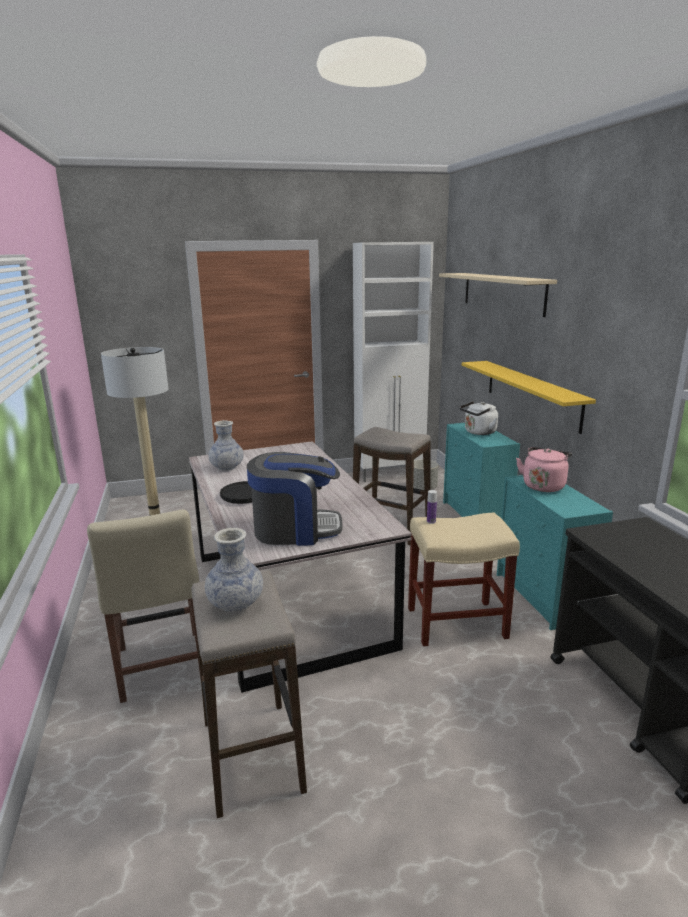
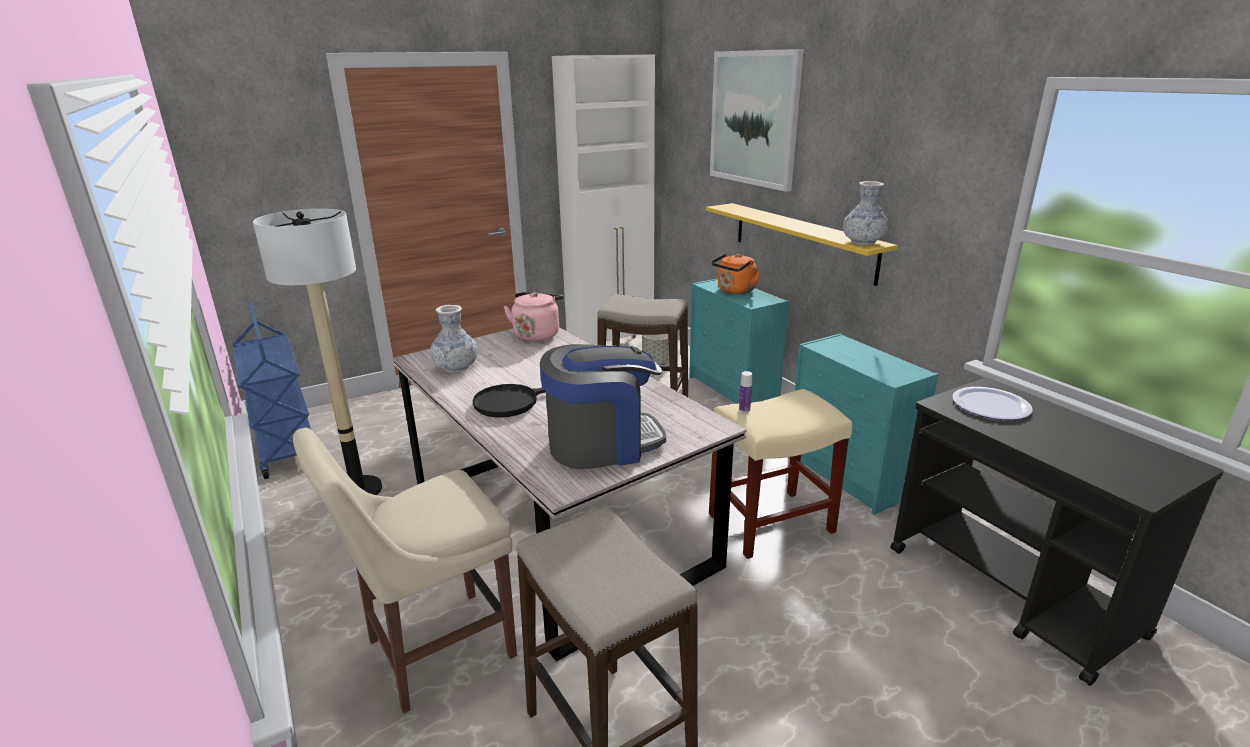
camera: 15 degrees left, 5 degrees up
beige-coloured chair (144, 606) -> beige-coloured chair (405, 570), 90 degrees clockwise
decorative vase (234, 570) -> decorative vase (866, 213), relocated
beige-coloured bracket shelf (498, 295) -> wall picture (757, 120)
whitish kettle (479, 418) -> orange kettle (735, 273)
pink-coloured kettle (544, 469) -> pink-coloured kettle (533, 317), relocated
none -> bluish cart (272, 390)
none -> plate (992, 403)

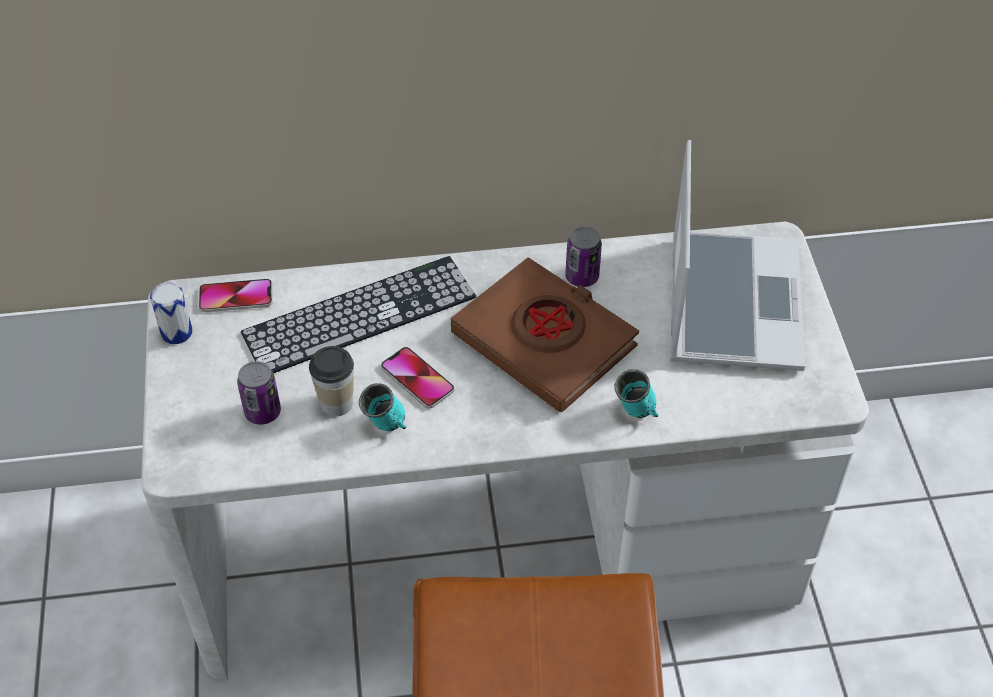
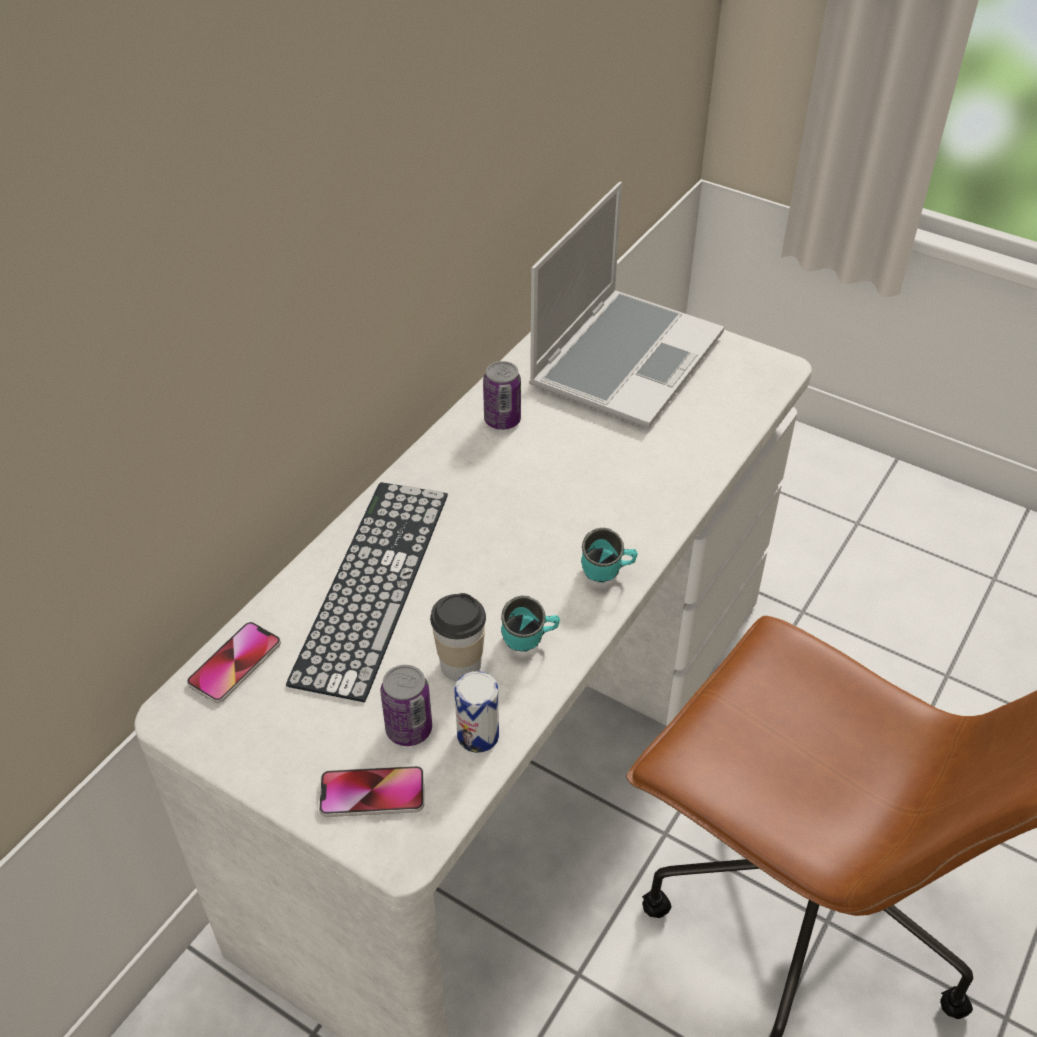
camera: 50 degrees left, 5 degrees down
can (171, 313) -> can (476, 712), relocated
handset (417, 377) -> handset (371, 791), relocated
brown book (545, 335) -> none
turquoise coffee mug (636, 393) -> turquoise coffee mug (609, 555), relocated
notebook computer (737, 255) -> notebook computer (626, 305), 75 degrees clockwise

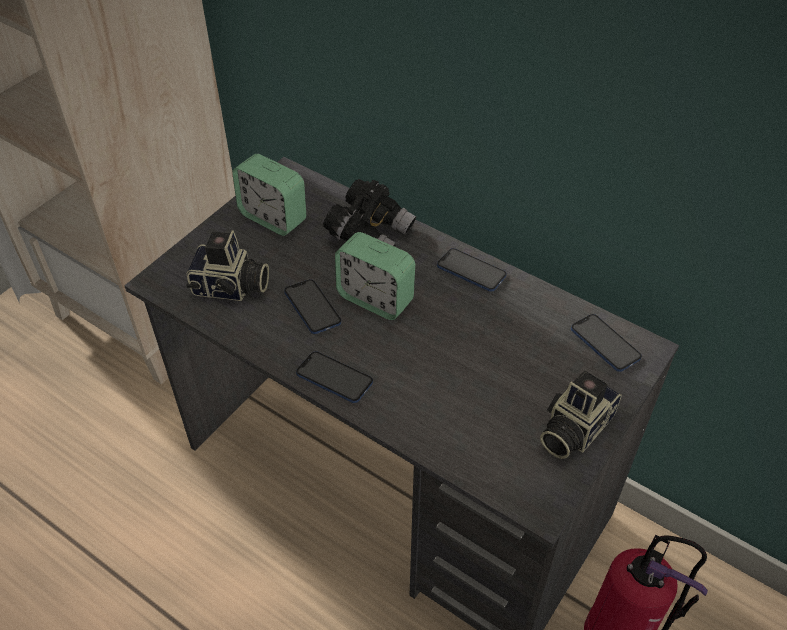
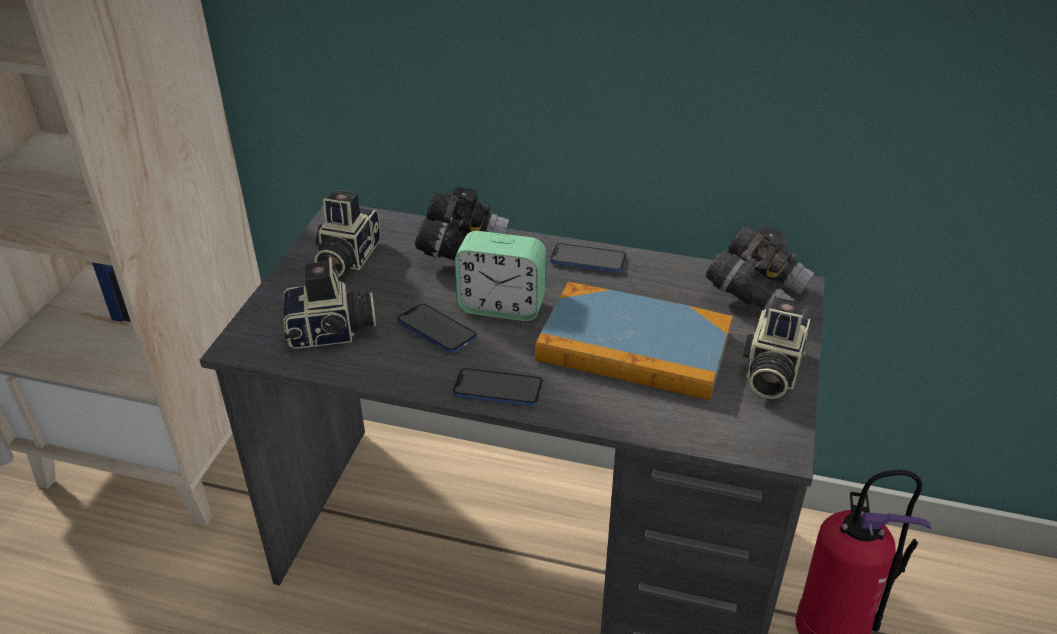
camera: 20 degrees left, 10 degrees down
table clock (269, 195) -> photo camera (347, 233)
handset (606, 343) -> gray binoculars (760, 268)
none -> book (634, 341)

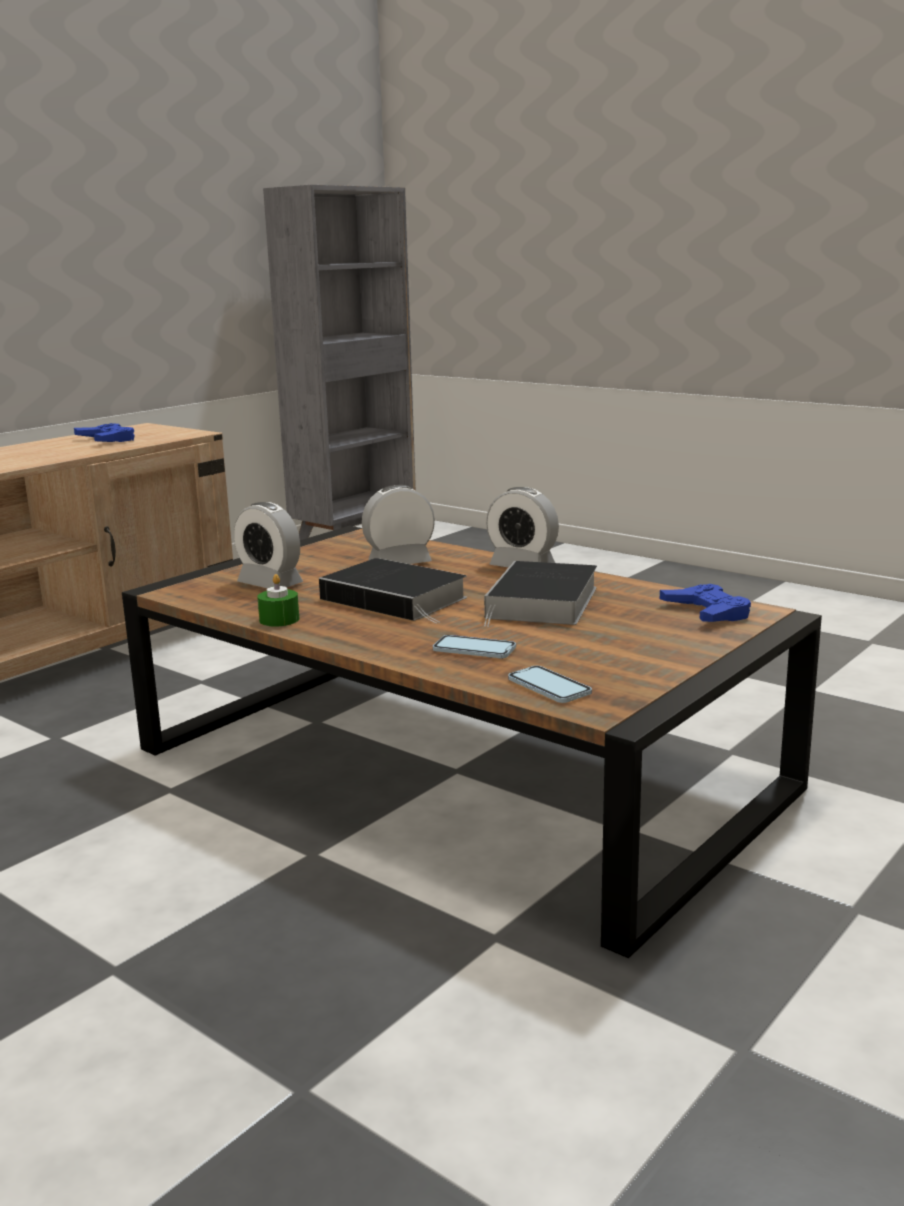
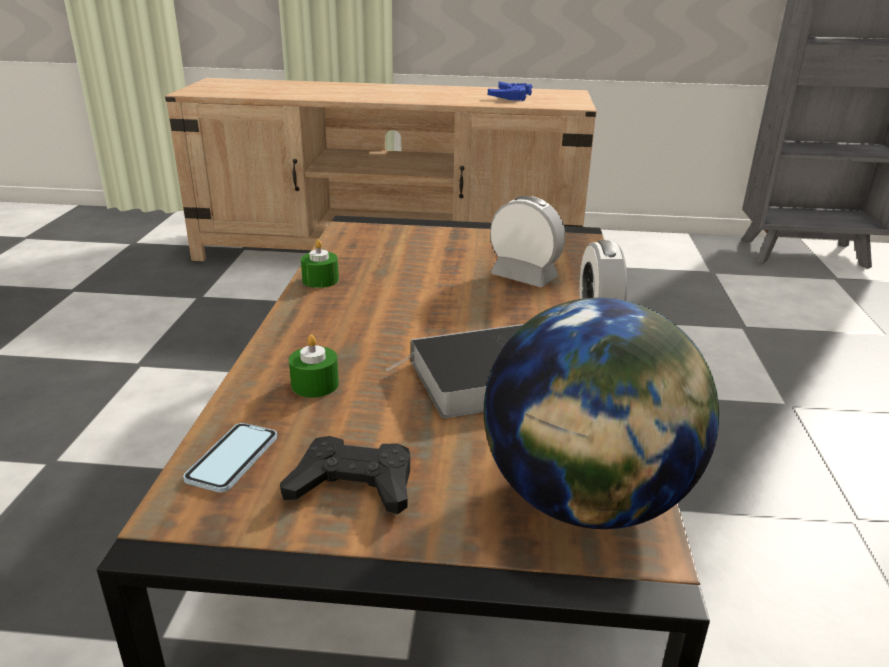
camera: 55 degrees right, 10 degrees up
table clock (268, 545) -> none
book (393, 590) -> none
handset (474, 647) -> green-coloured wax light (314, 366)
bluish joypad (705, 603) -> desk globe (601, 413)
none -> black joypad (345, 475)

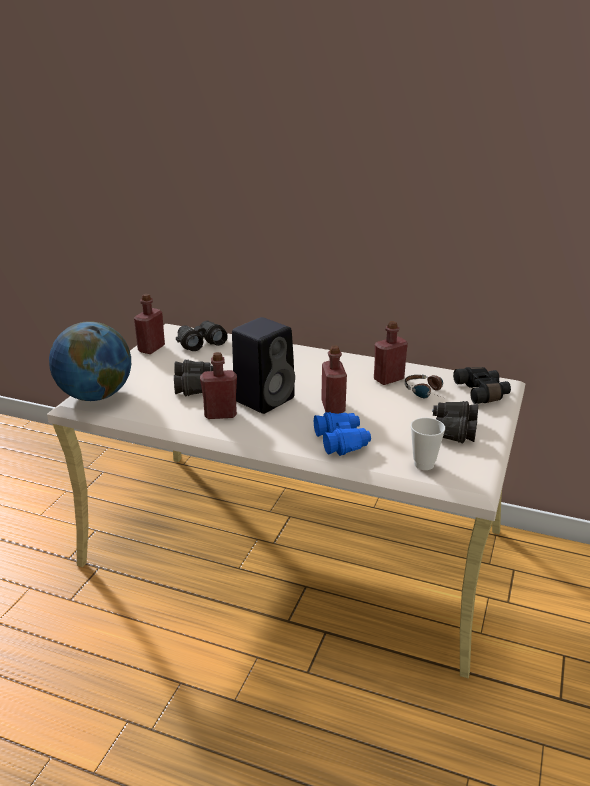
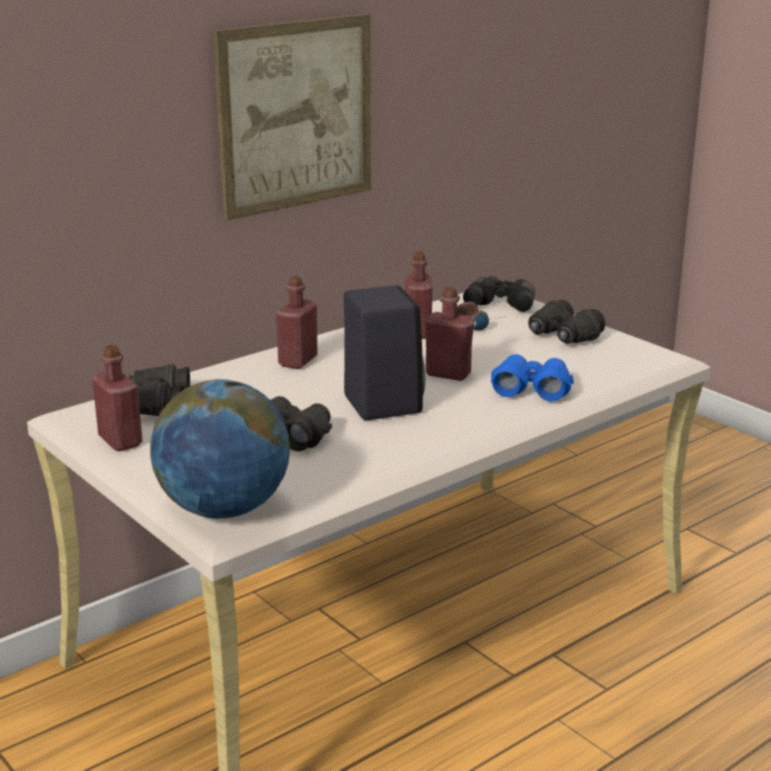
camera: 60 degrees left, 5 degrees down
red-coloured bottle (218, 385) -> red-coloured bottle (297, 322), relocated
drinking cup (428, 444) -> none
none -> wall picture (292, 117)

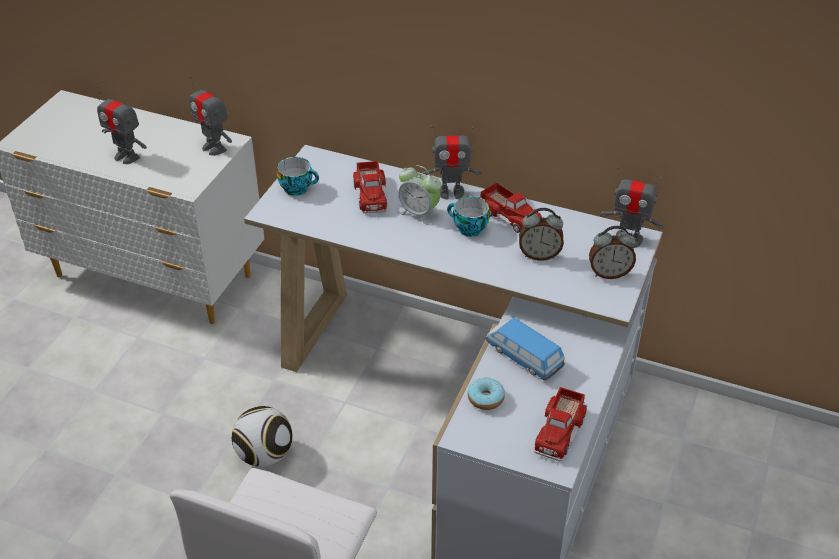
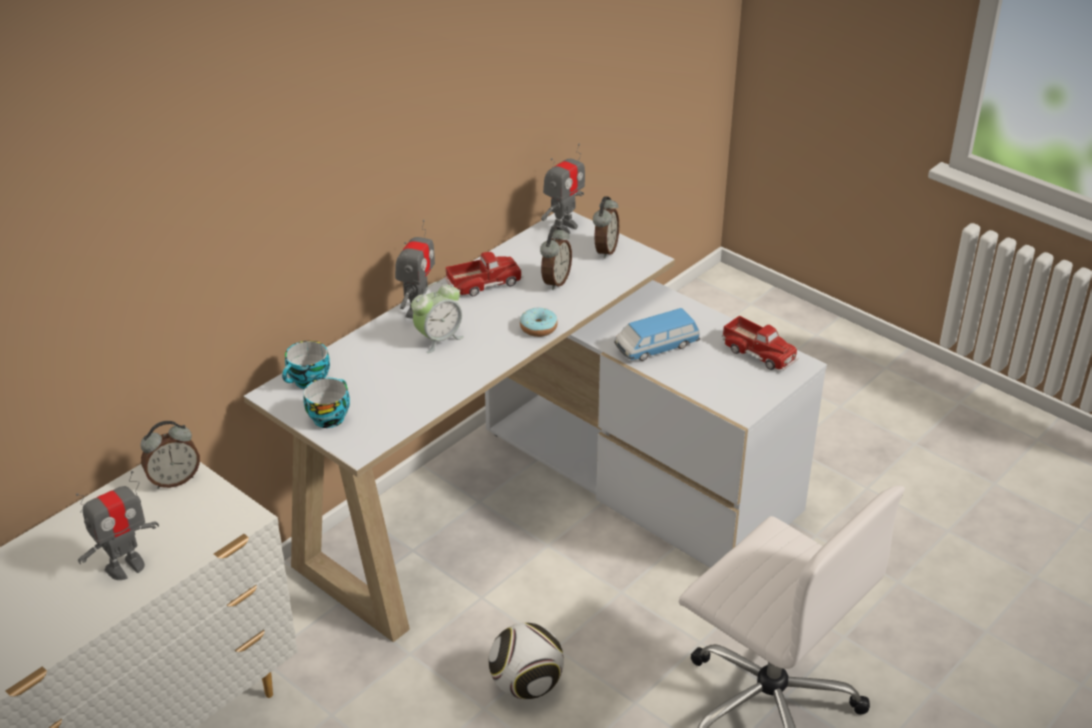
camera: 70 degrees left, 5 degrees down
robot figure (210, 116) -> table clock (170, 455)
toy lorry (370, 187) -> none
drinking cup (468, 216) -> drinking cup (306, 365), relocated
doughnut (486, 393) -> doughnut (539, 322), relocated

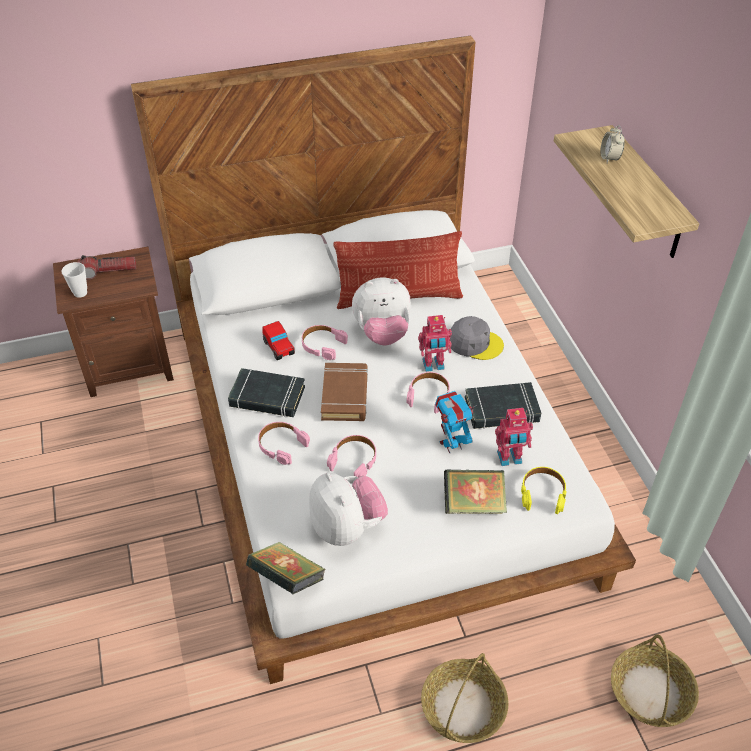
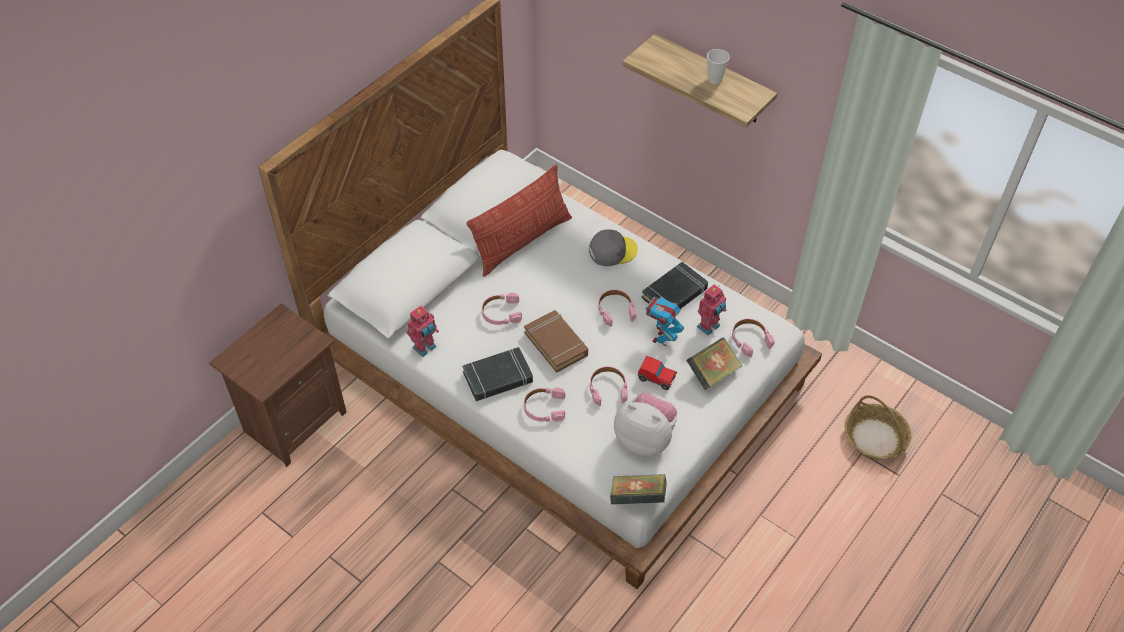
camera: 35 degrees left, 5 degrees up
drinking cup (74, 280) -> drinking cup (718, 66), relocated
torch (106, 267) -> none
model car (278, 340) -> model car (657, 373), relocated
cuddly toy (381, 311) -> none
robot figure (435, 343) -> robot figure (423, 331), relocated
household basket (464, 698) -> none
yellow pair of headphones (544, 490) -> pink-coloured pair of headphones (753, 337)
table clock (612, 144) -> none

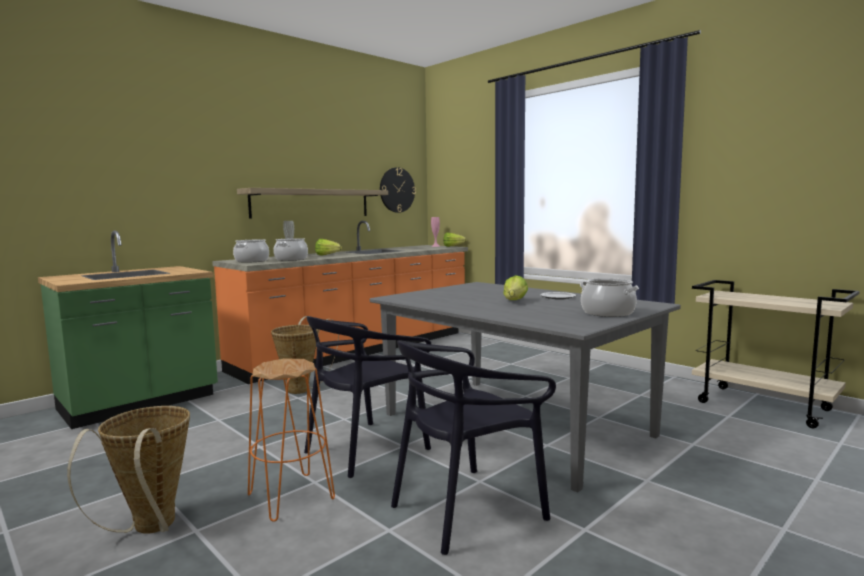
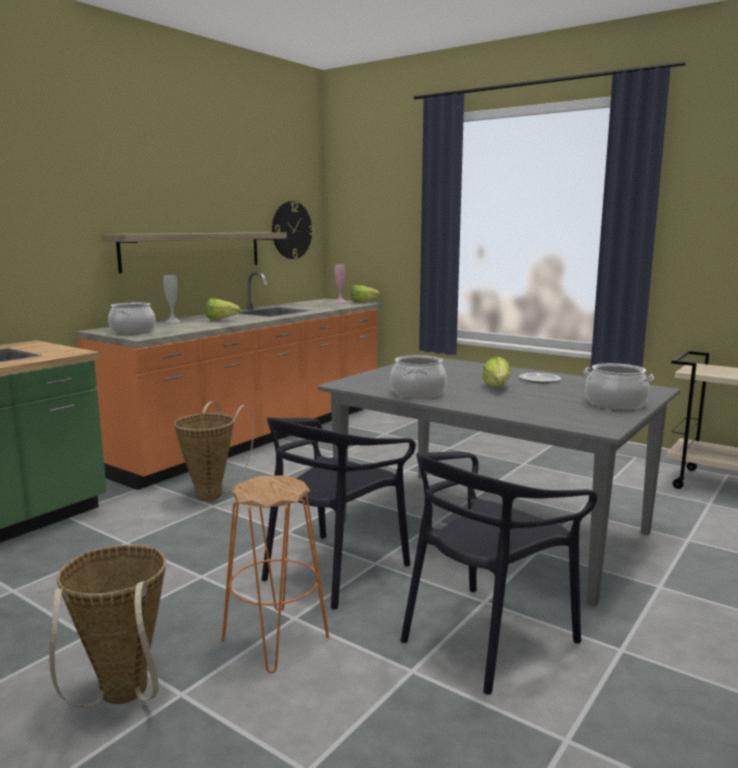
camera: 10 degrees left, 5 degrees up
cooking pot (290, 249) -> cooking pot (418, 377), relocated

